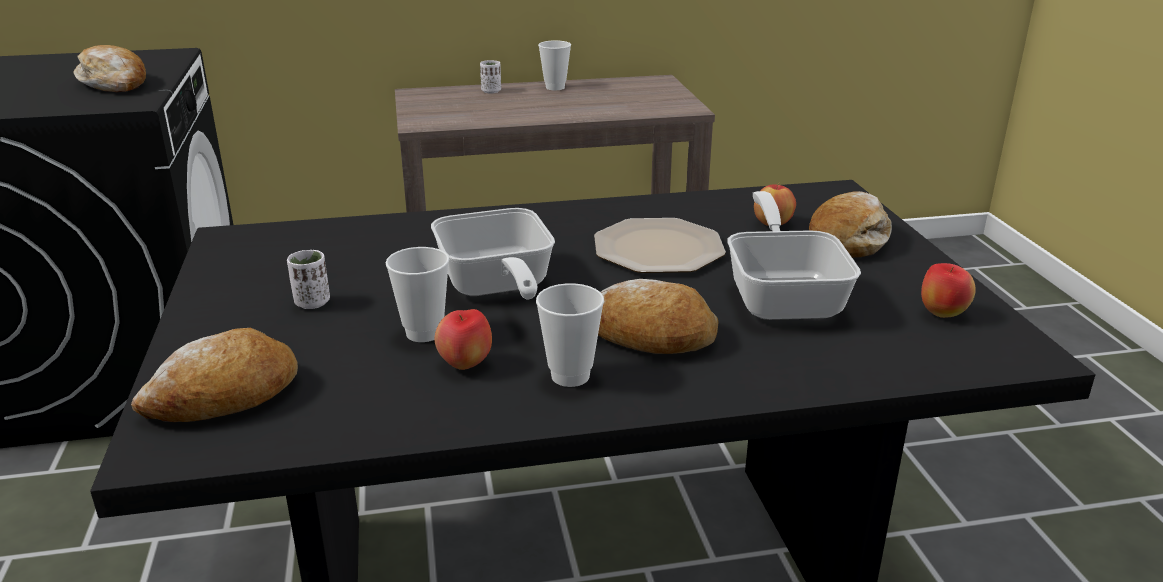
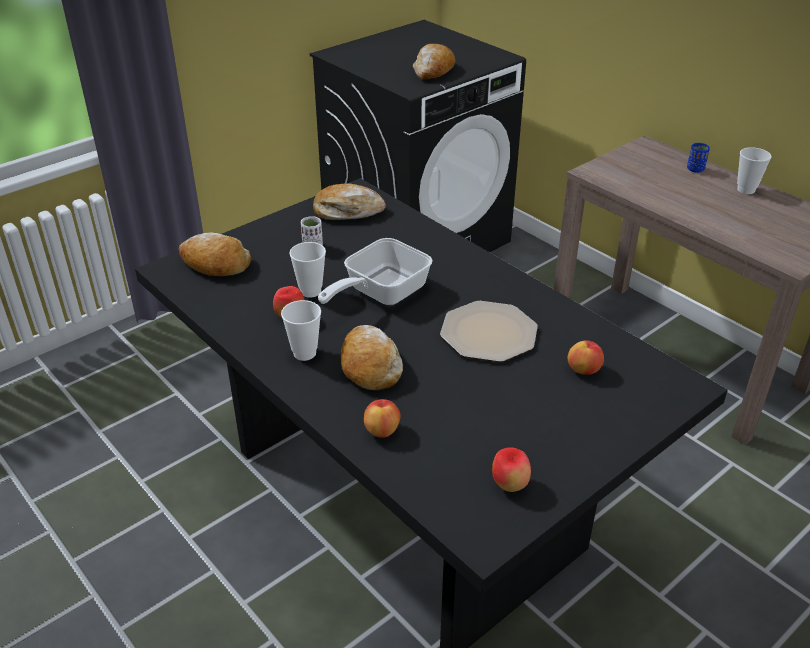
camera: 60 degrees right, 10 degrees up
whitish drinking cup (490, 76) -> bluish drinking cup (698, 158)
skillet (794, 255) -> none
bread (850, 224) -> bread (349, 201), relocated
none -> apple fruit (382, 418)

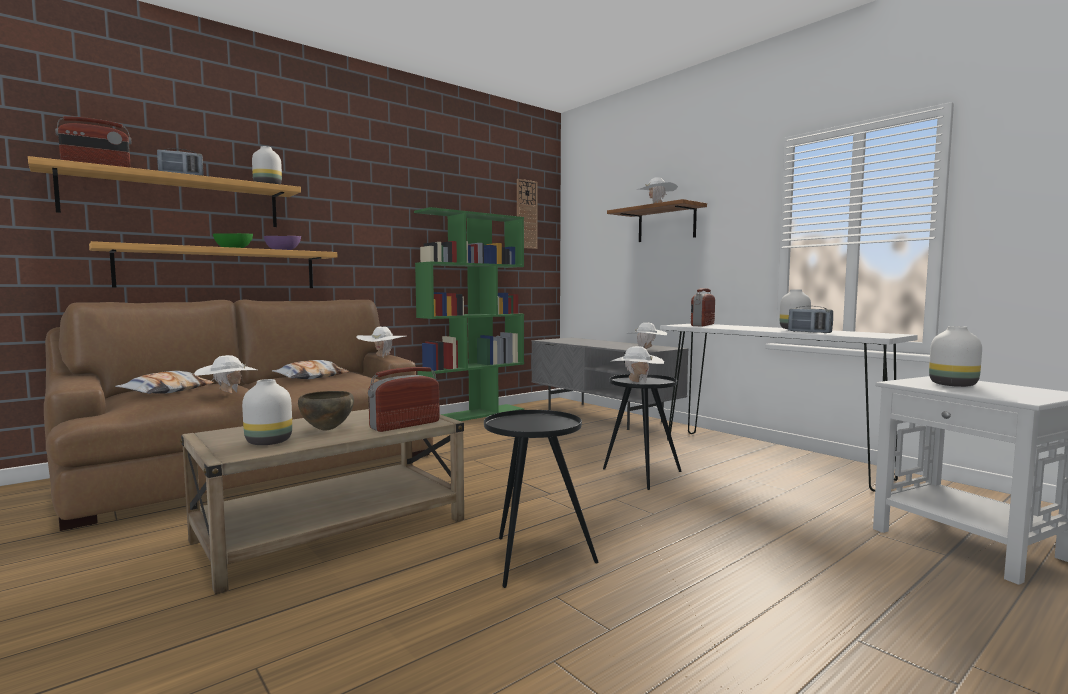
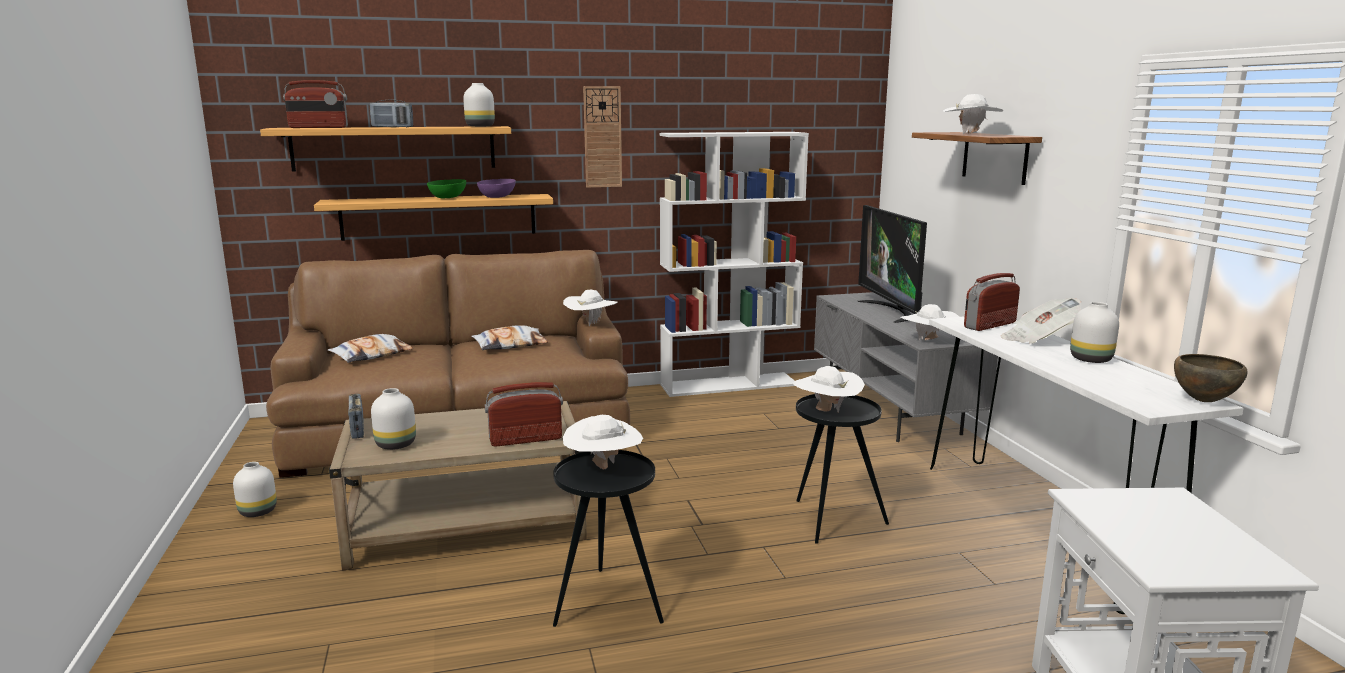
camera: 25 degrees right, 10 degrees up
whitish wearable hat (225, 374) -> whitish wearable hat (603, 442), relocated
brown deep dish (326, 410) -> brown deep dish (1211, 378), relocated
green-coloured bookcase (469, 314) -> whitish bookcase (734, 264)
wall clock (527, 214) -> wall clock (602, 137), relocated
radio set (810, 319) -> radio set (356, 416), relocated
whitish decorative vase (955, 356) -> whitish decorative vase (255, 489), relocated
none -> television (892, 264)
none -> newspaper (1041, 321)

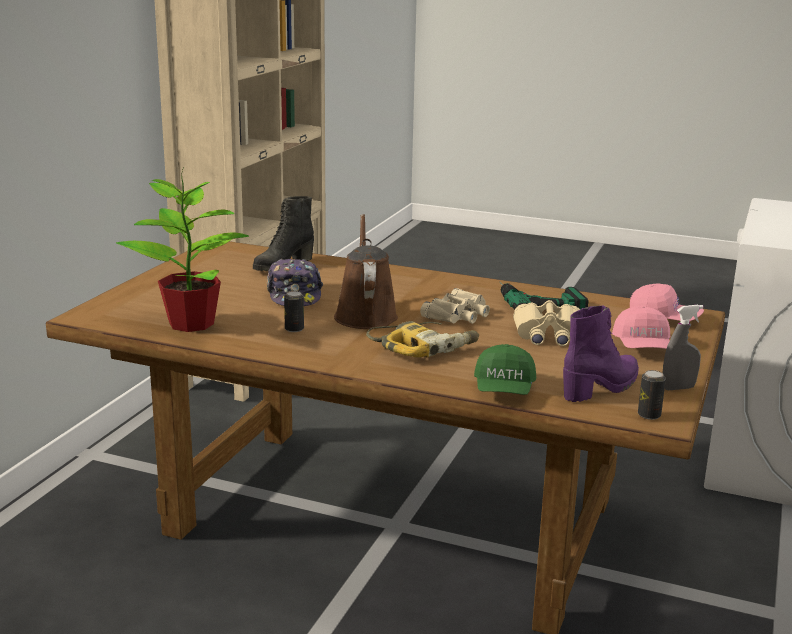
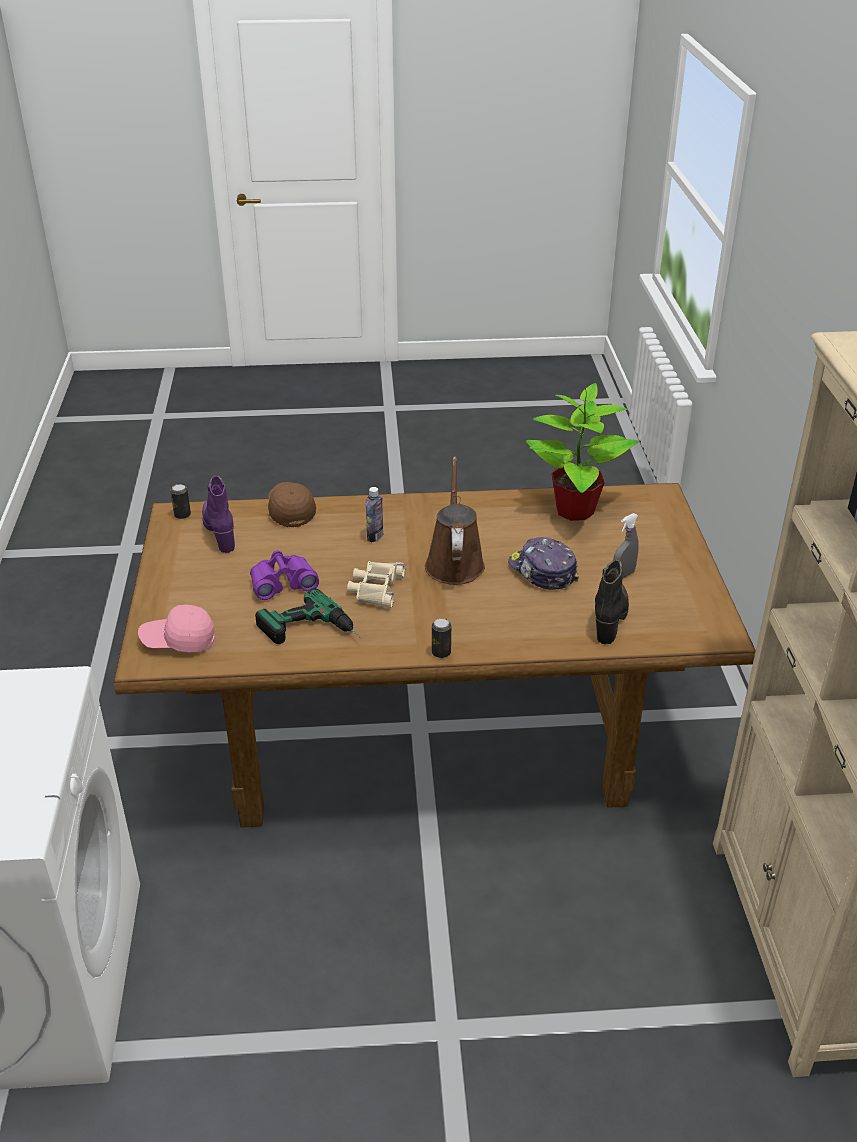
camera: 155 degrees right, 15 degrees up
can (294, 311) -> can (441, 638), relocated
brown watering can (366, 271) -> brown watering can (455, 521), 150 degrees counterclockwise
power drill (422, 339) -> bottle (374, 514)
green-coloured baseball cap (505, 369) -> brown baseball cap (292, 504)
beige-coloured binoculars (546, 323) -> purplish binoculars (284, 575)
purplish high-top boot (601, 354) -> purplish high-top boot (218, 514), 135 degrees clockwise
pink-coloured baseball cap (641, 327) -> none
gray hand sprayer (683, 347) -> gray hand sprayer (626, 546), relocated

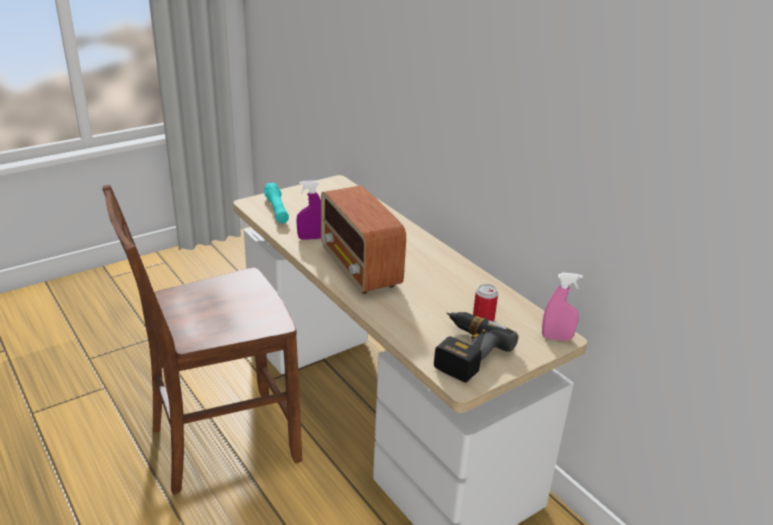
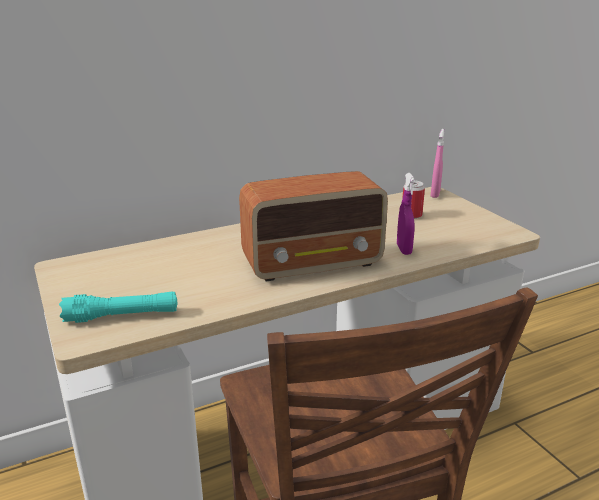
camera: 80 degrees left, 5 degrees down
purplish hand sprayer (308, 210) -> purplish hand sprayer (406, 214), relocated
power drill (476, 347) -> none

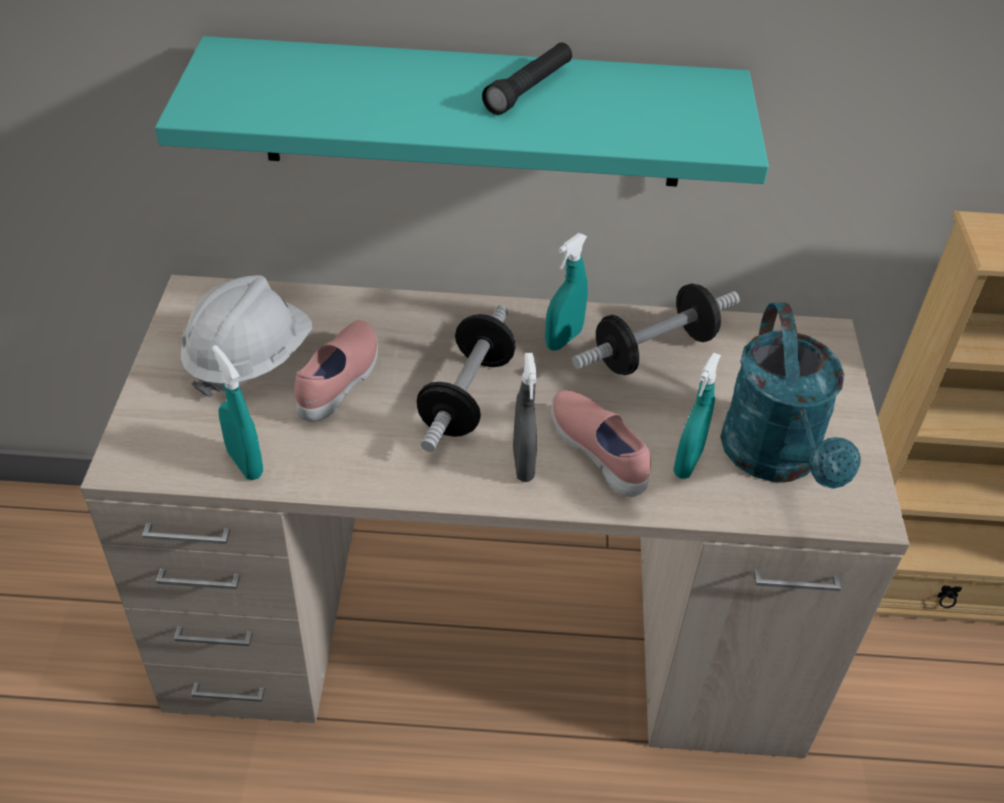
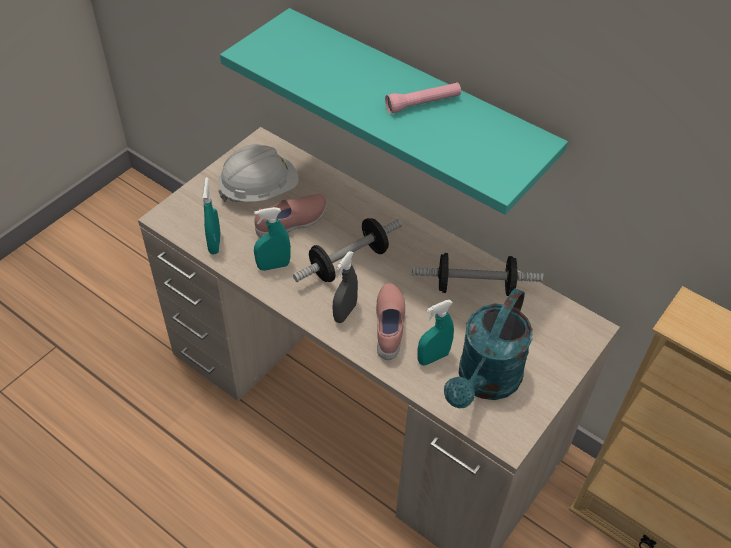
camera: 35 degrees right, 5 degrees up
black torch (527, 78) -> pink-coloured torch (423, 98)
turquoise hand sprayer (566, 292) -> turquoise hand sprayer (272, 239), relocated

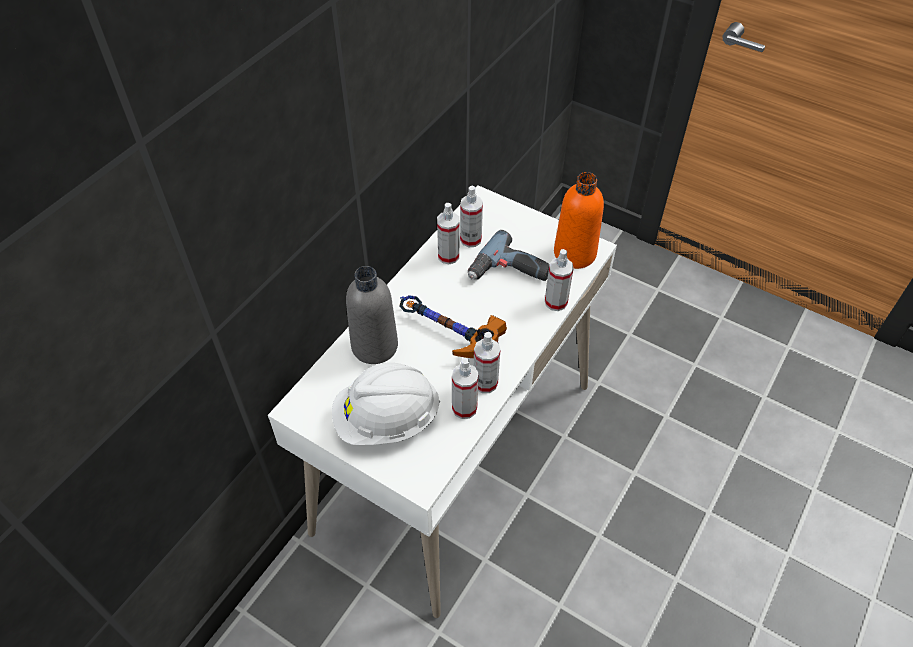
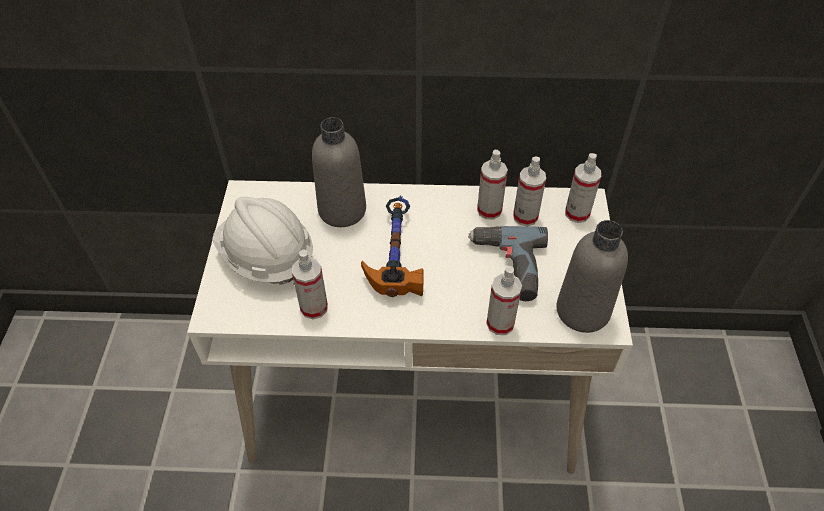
camera: 60 degrees right, 0 degrees up
hand sprayer (487, 362) -> hand sprayer (583, 188), relocated
orange bottle (579, 220) -> gray bottle (592, 276)

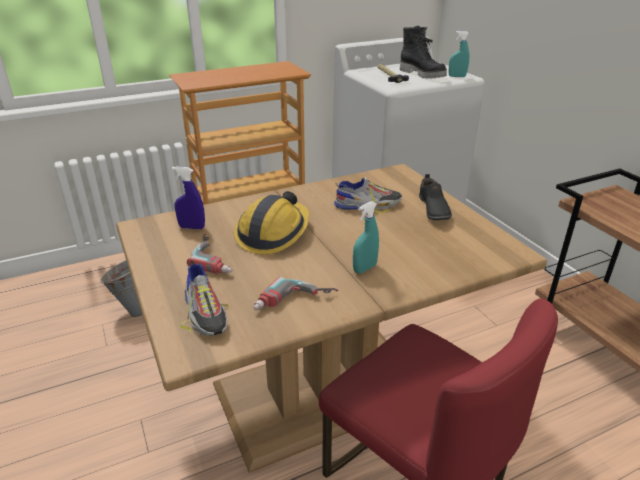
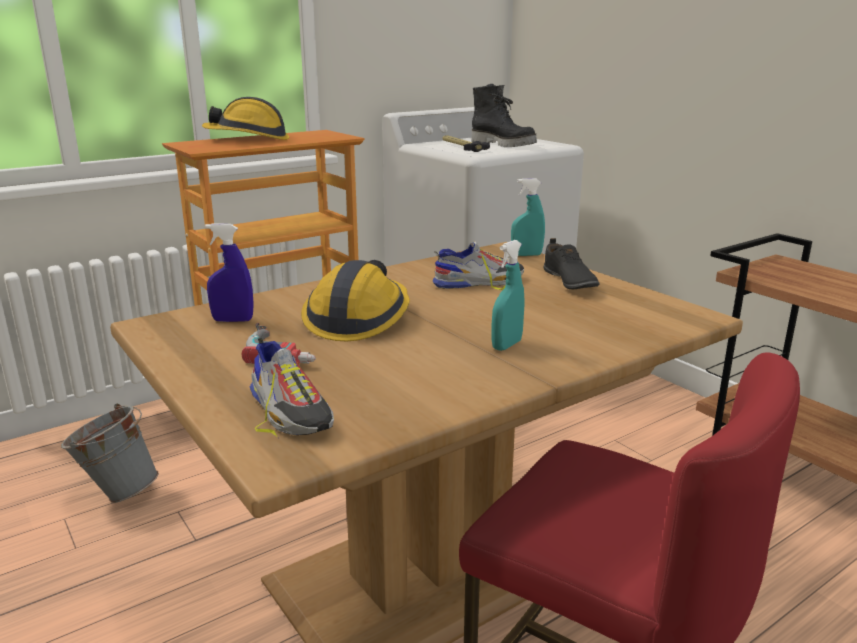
camera: 10 degrees left, 10 degrees down
power drill (296, 293) -> none
turquoise hand sprayer (458, 54) -> turquoise hand sprayer (528, 217), relocated
none -> work helmet (245, 118)

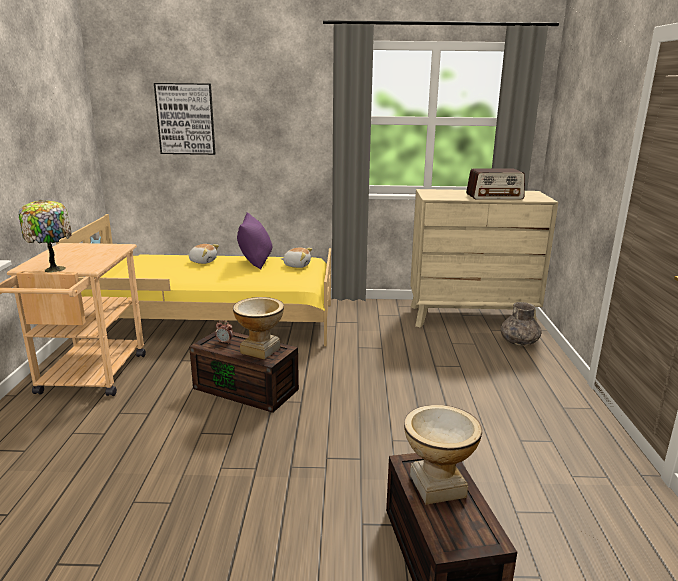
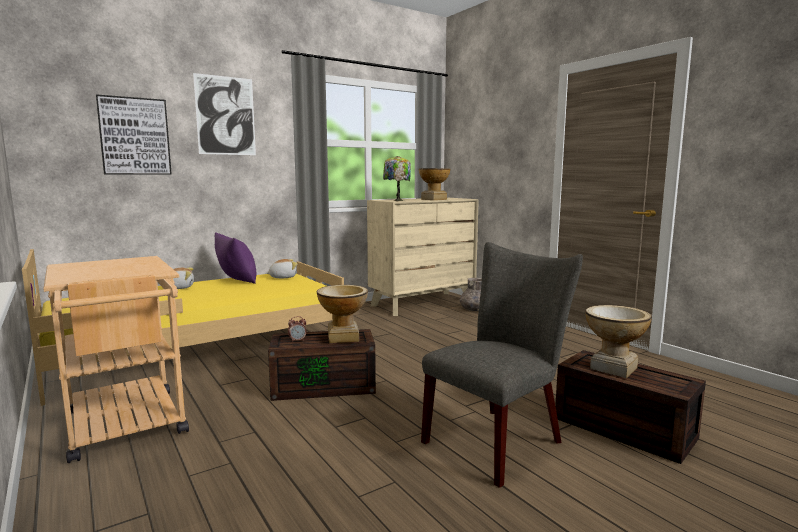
camera: 35 degrees left, 10 degrees down
tabletop lamp (45, 236) -> tabletop lamp (397, 178), relocated
radio set (495, 184) -> decorative vase (434, 184)
none -> wall picture (224, 114)
none -> gray chair (502, 365)

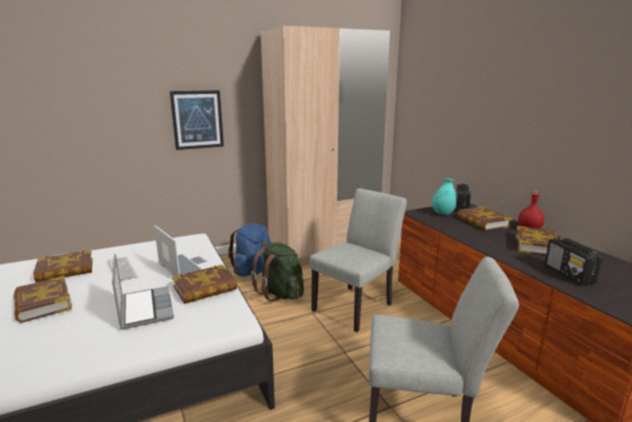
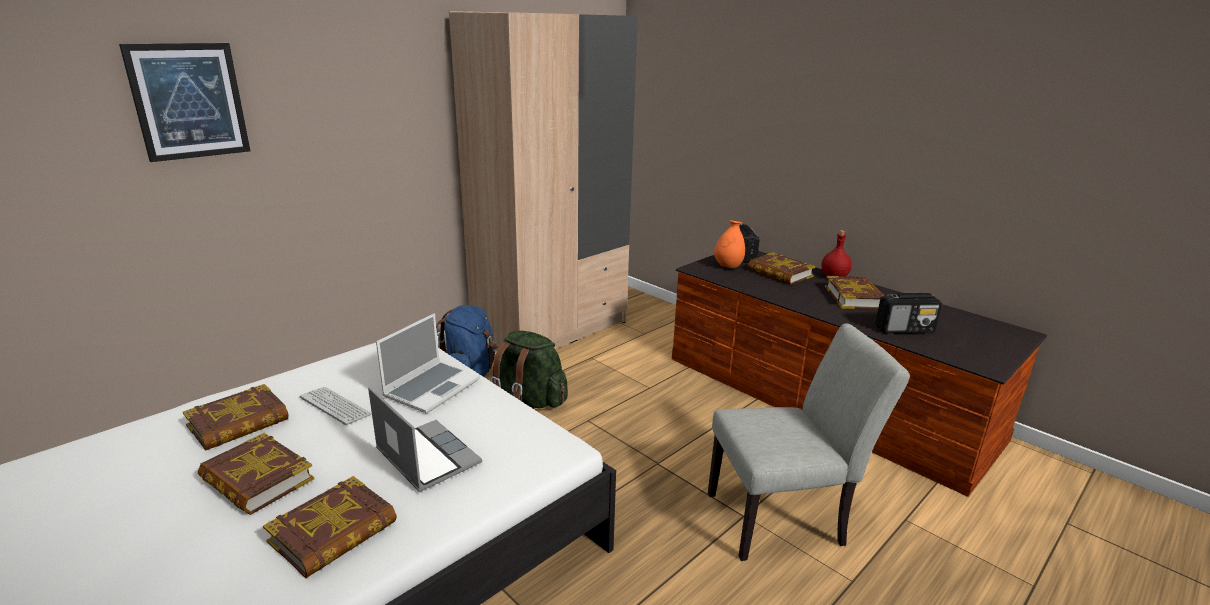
camera: 20 degrees left, 5 degrees up
notebook computer (184, 250) -> notebook computer (428, 363), 90 degrees clockwise
wall picture (196, 120) -> wall picture (184, 102), relocated
book (204, 284) -> book (330, 527), relocated
gray chair (358, 260) -> none
turquoise decorative vase (444, 196) -> orange decorative vase (729, 244)
radio set (573, 261) -> radio set (908, 313), 60 degrees counterclockwise

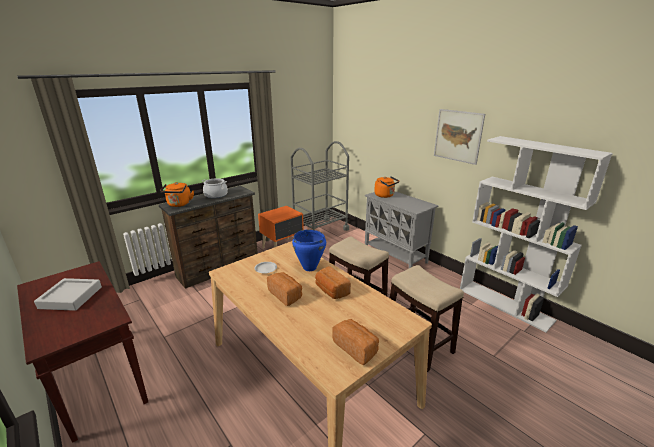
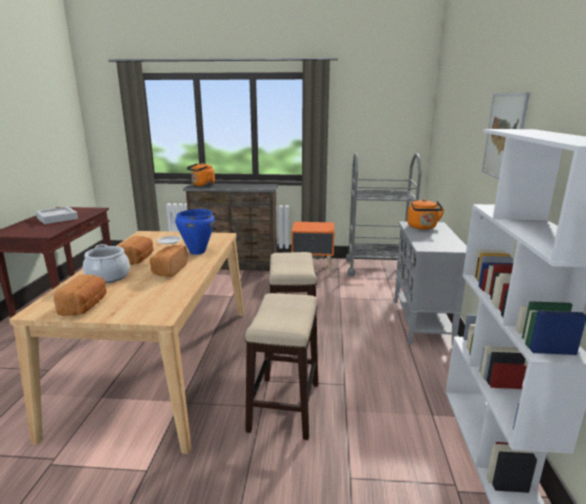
camera: 45 degrees right, 5 degrees down
cooking pot (215, 188) -> cooking pot (106, 263), relocated

